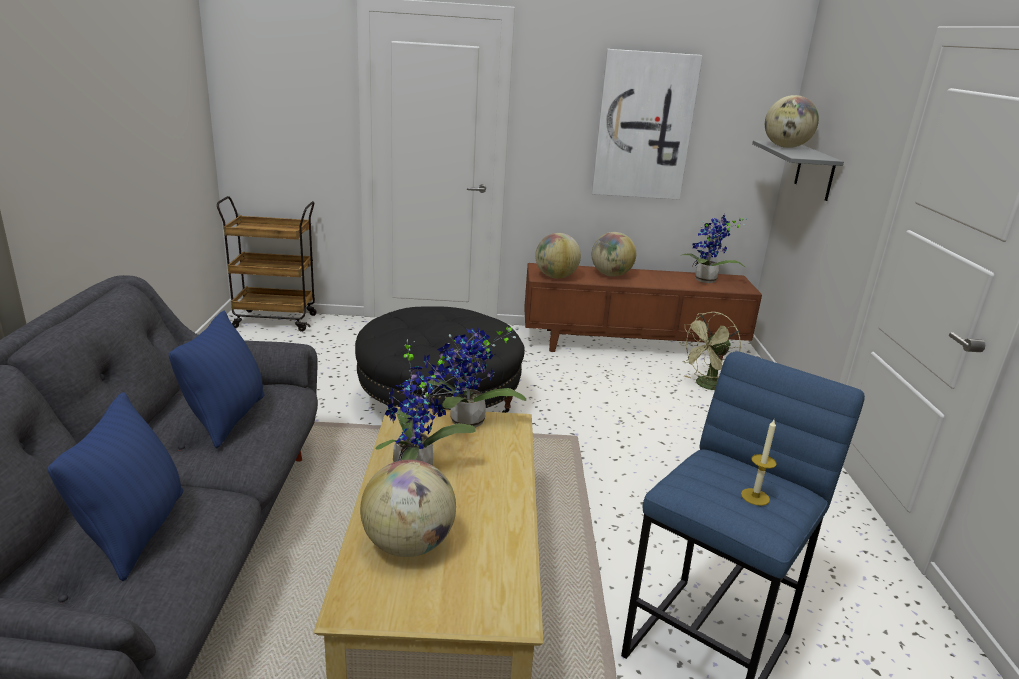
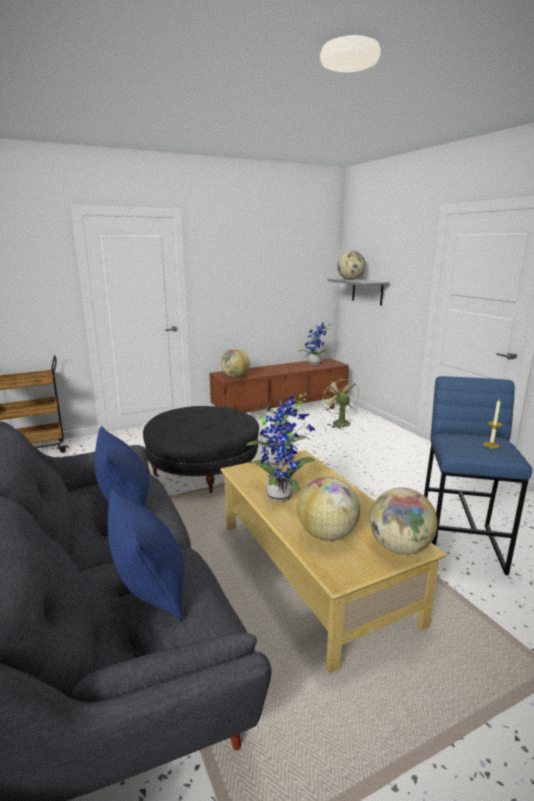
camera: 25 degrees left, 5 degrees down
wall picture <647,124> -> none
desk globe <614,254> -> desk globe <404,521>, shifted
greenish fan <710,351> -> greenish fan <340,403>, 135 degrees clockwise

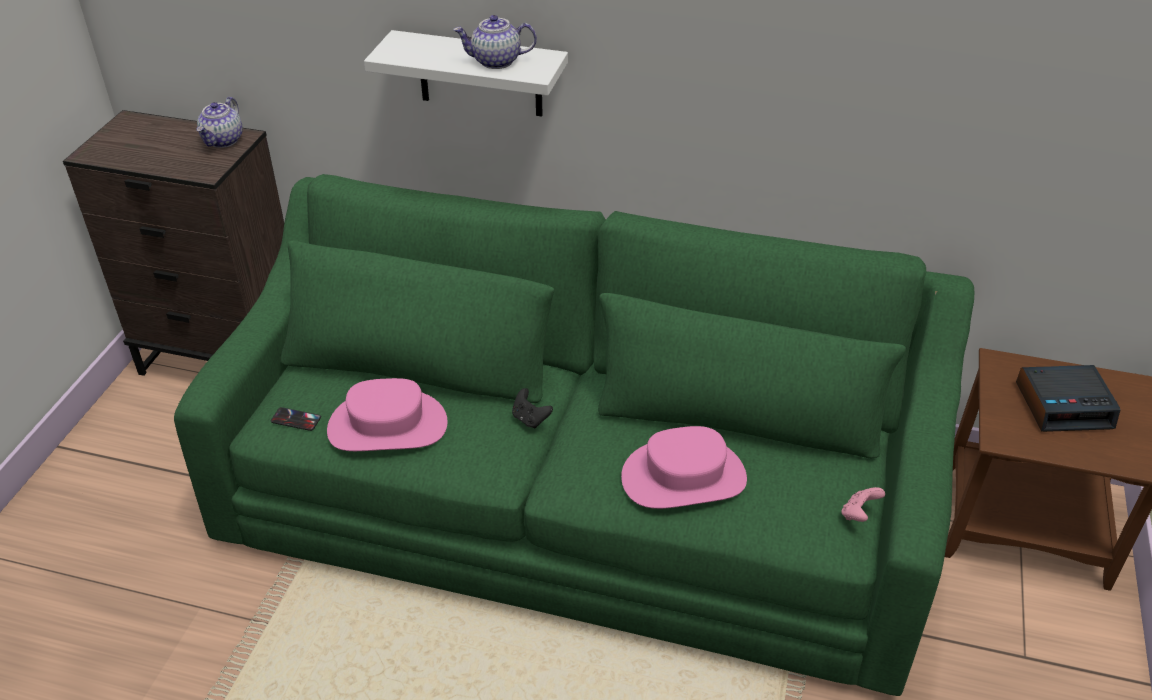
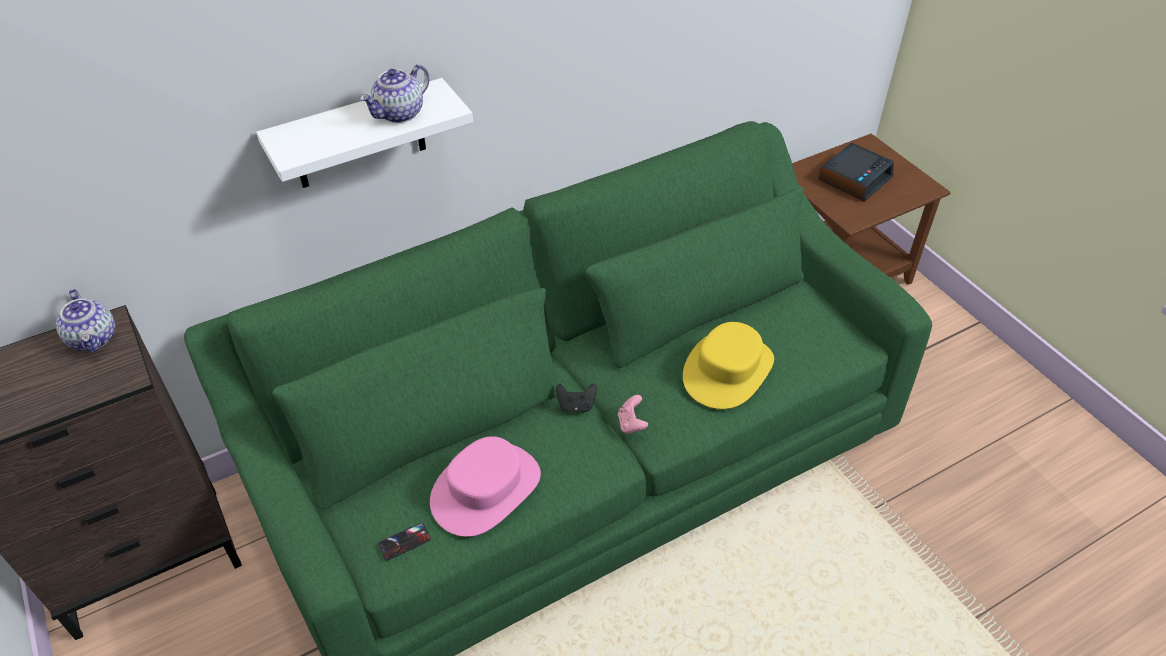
camera: 45 degrees left, 5 degrees up
pink-coloured hat <684,467> -> yellow-coloured hat <728,365>
pink-coloured gamepad <863,504> -> pink-coloured gamepad <633,414>, shifted

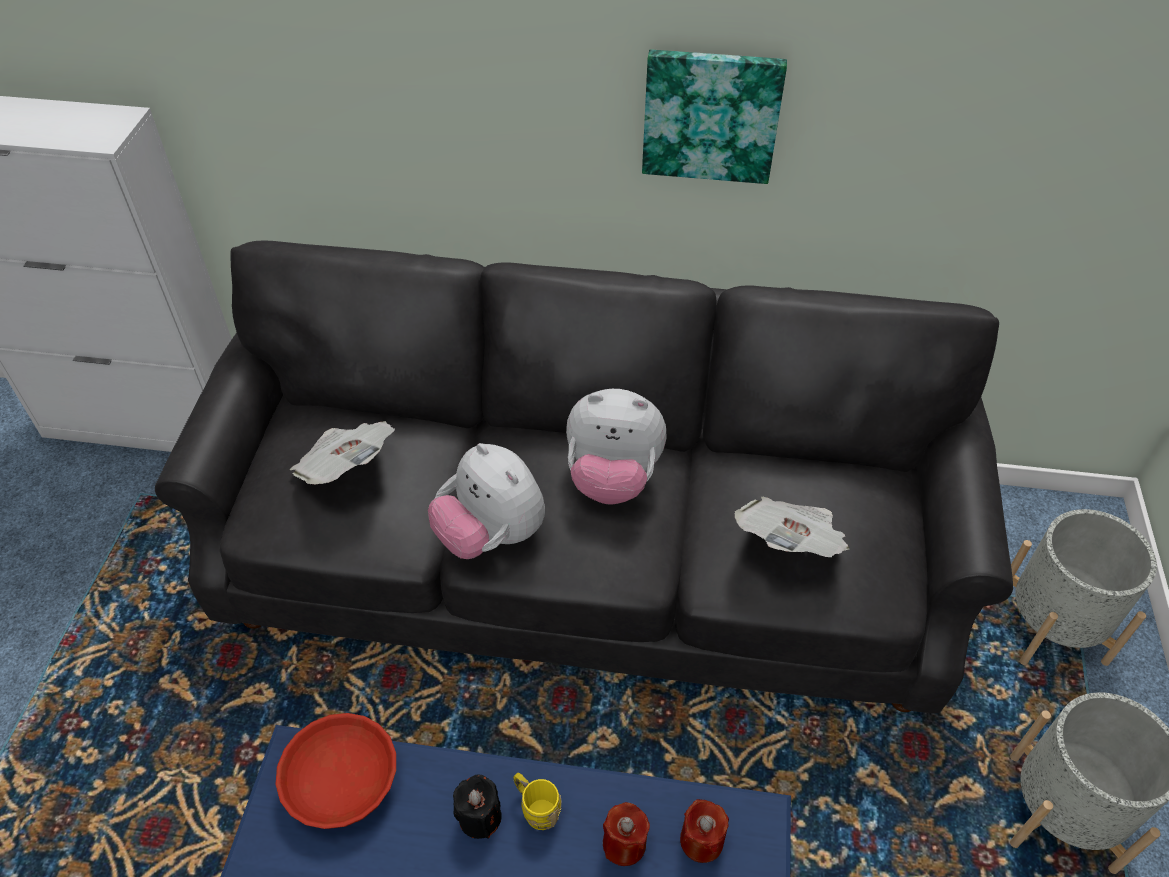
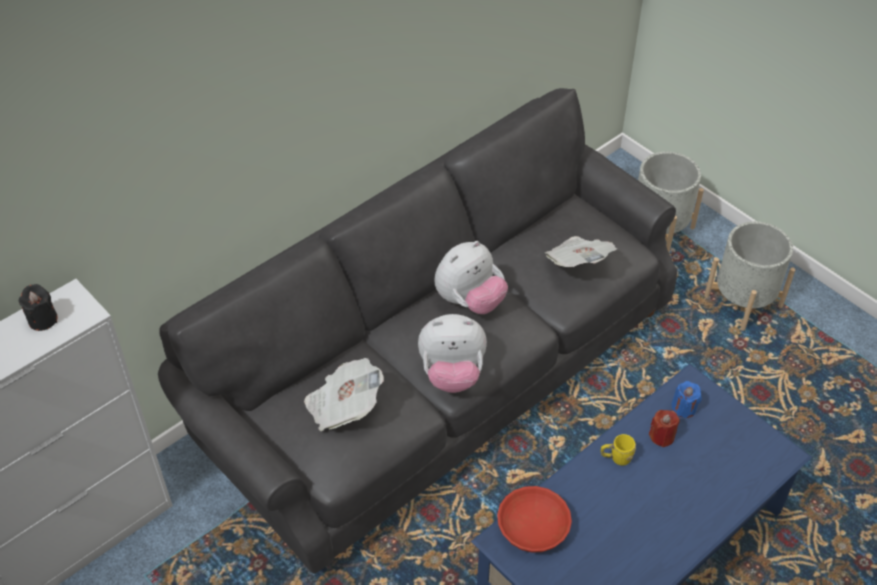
camera: 50 degrees left, 0 degrees up
wall picture <714,117> -> none
black-coloured wax light <477,807> -> black-coloured wax light <38,307>, shifted
red wax light <704,831> -> blue wax light <686,399>

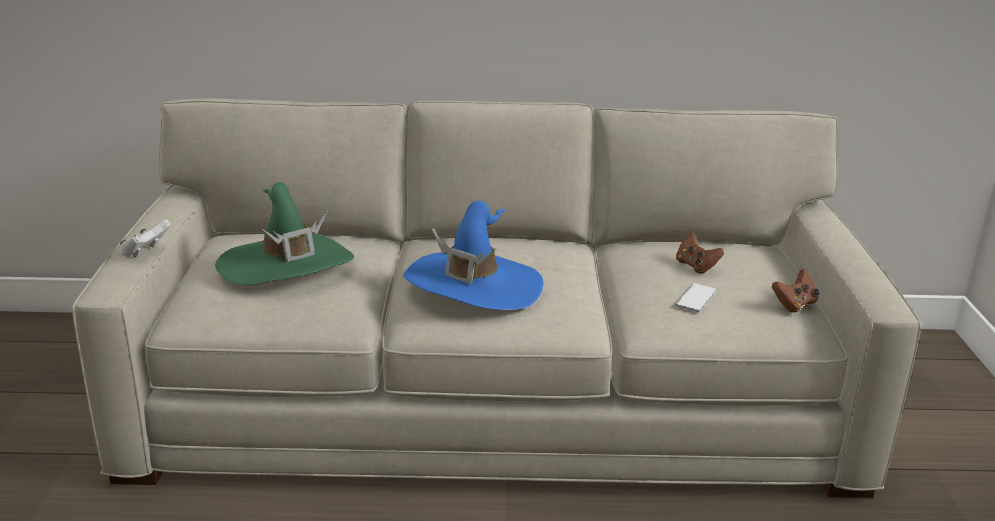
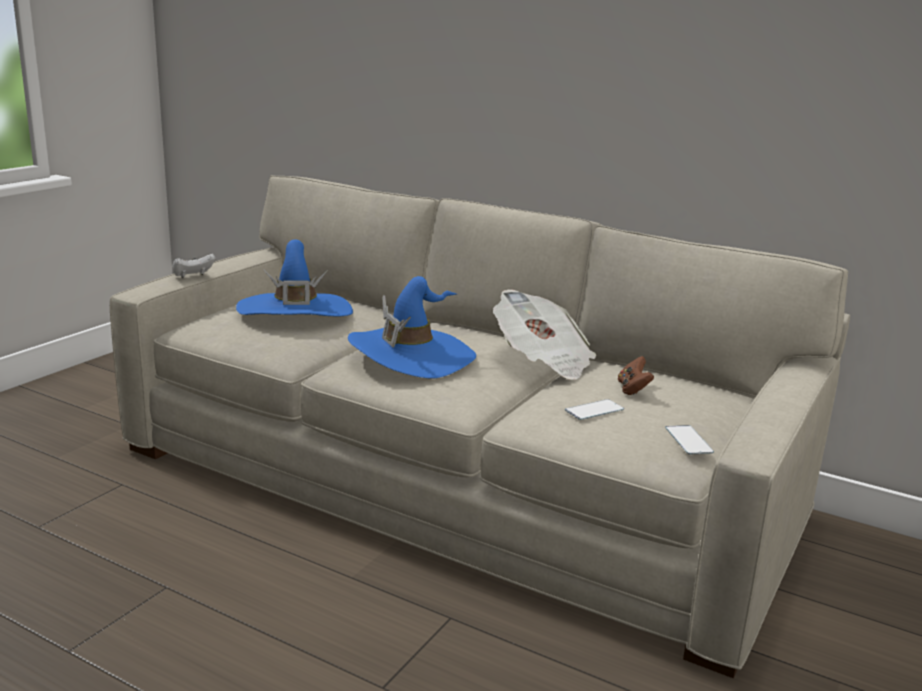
camera: 30 degrees right, 5 degrees down
greenish hat <284,234> -> blue hat <294,277>
brown-coloured gamepad <796,290> -> phone <689,439>
none -> printed paper <544,334>

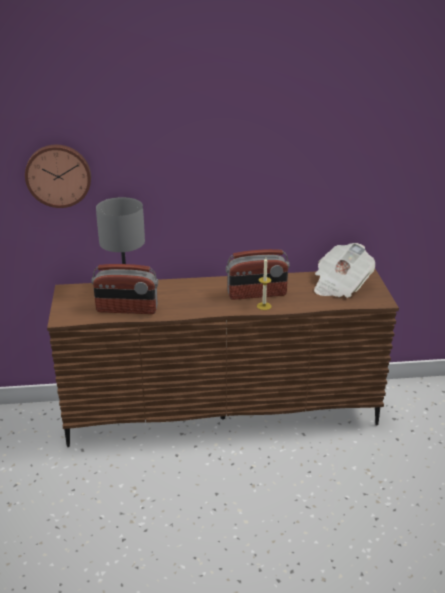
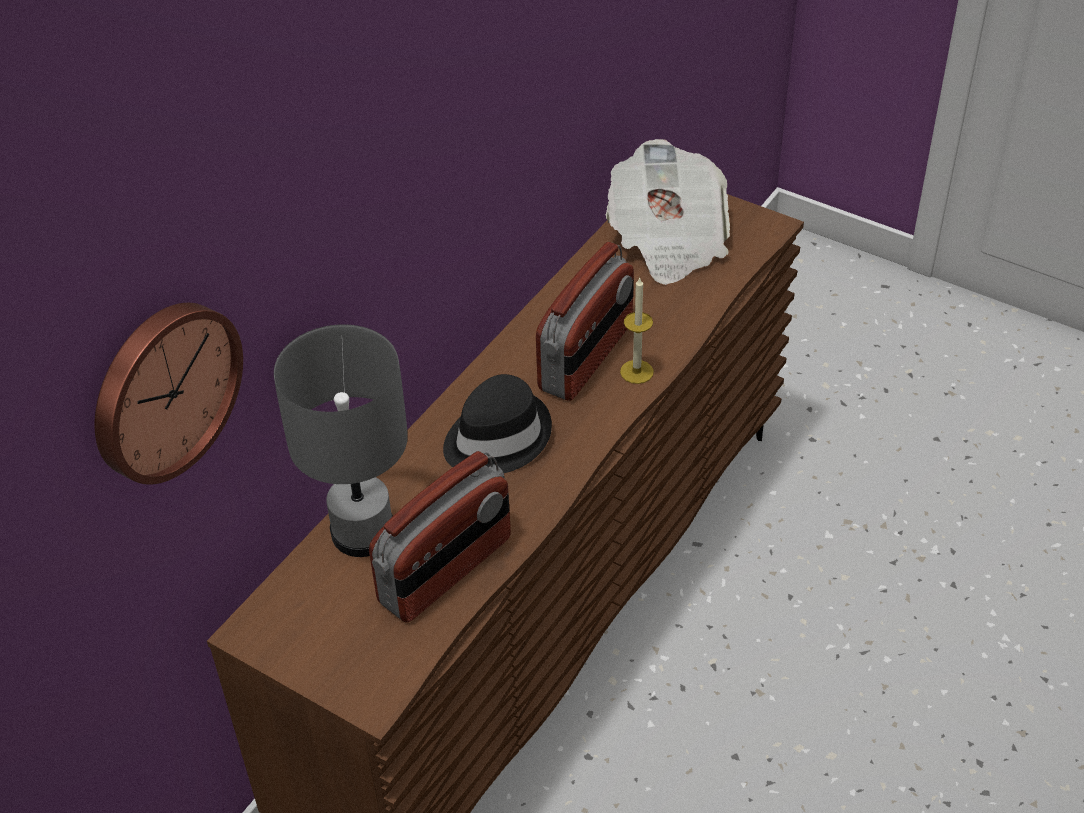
camera: 50 degrees left, 15 degrees up
none -> black-coloured hat <497,423>

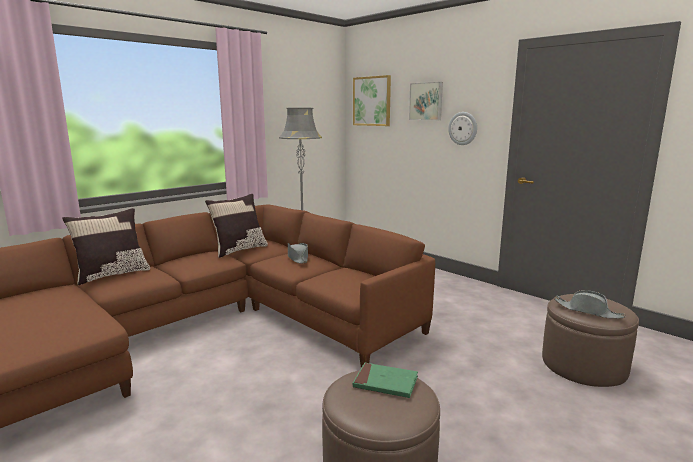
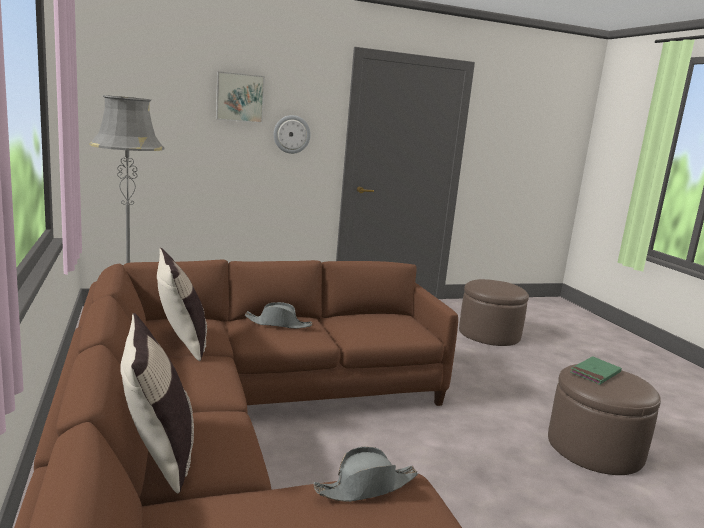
camera: 65 degrees left, 0 degrees up
wall picture <372,100> -> none
greyish hat <590,304> -> greyish hat <366,474>, shifted

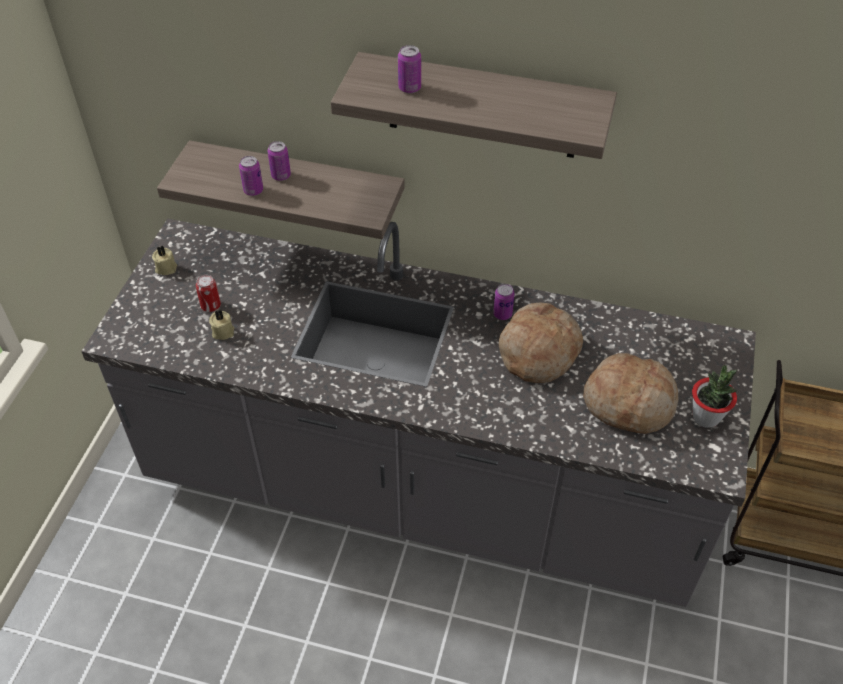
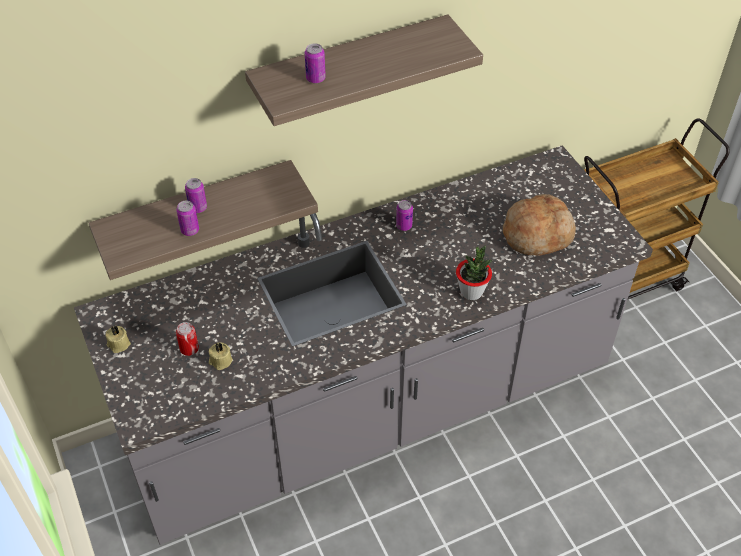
camera: 40 degrees left, 0 degrees up
baked bread <540,342> -> none
plant in a pot <714,396> -> plant in a pot <474,273>, shifted

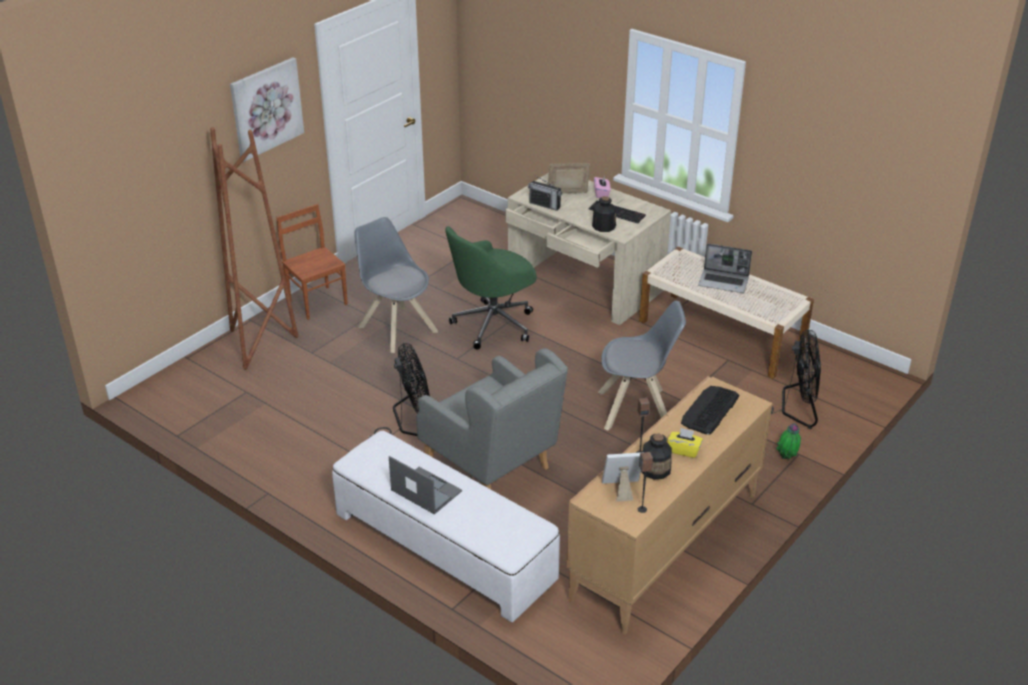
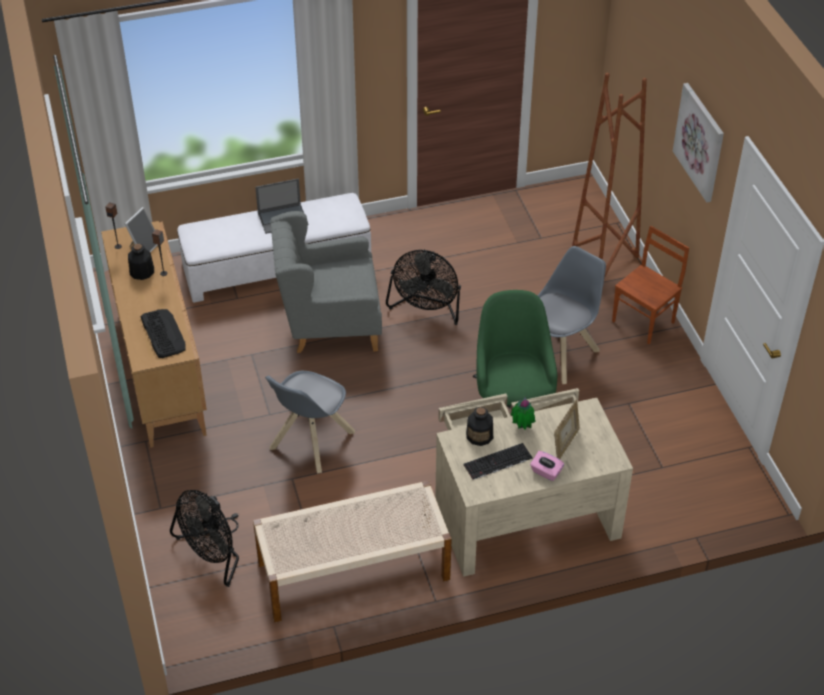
camera: 125 degrees right, 10 degrees up
radio receiver <545,193> -> none
brown-coloured plain chair <312,262> -> brown-coloured plain chair <650,285>, 45 degrees counterclockwise
greyish plain chair <396,285> -> greyish plain chair <571,315>, 45 degrees counterclockwise
portable computer <725,268> -> none
plant in a pot <788,441> -> plant in a pot <523,413>, shifted
yellow-coloured tissue holder <685,443> -> none

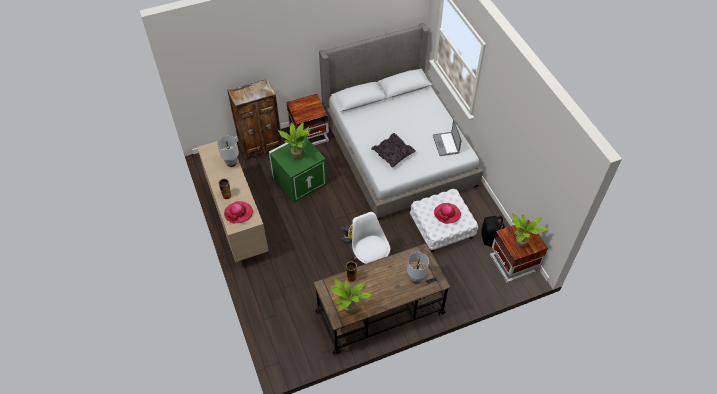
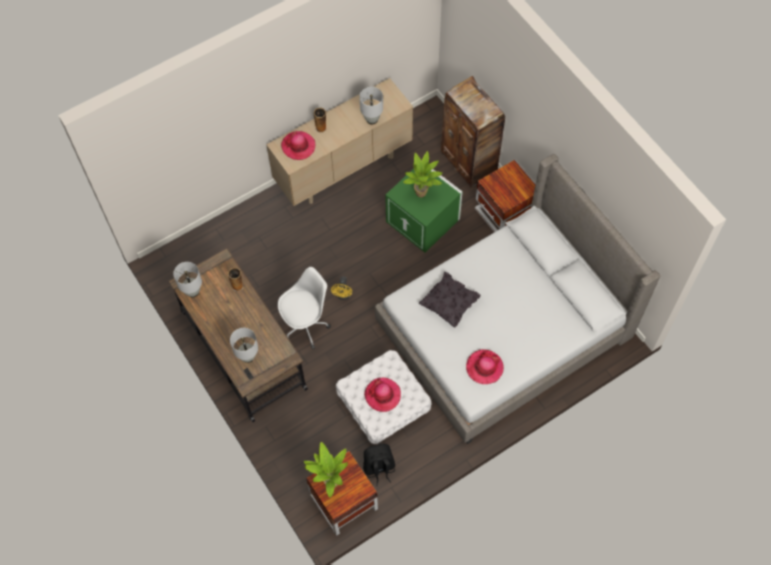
camera: 80 degrees right, 10 degrees up
portable computer <447,137> -> hat <485,366>
plant in a pot <350,296> -> white-coloured tabletop lamp <187,279>

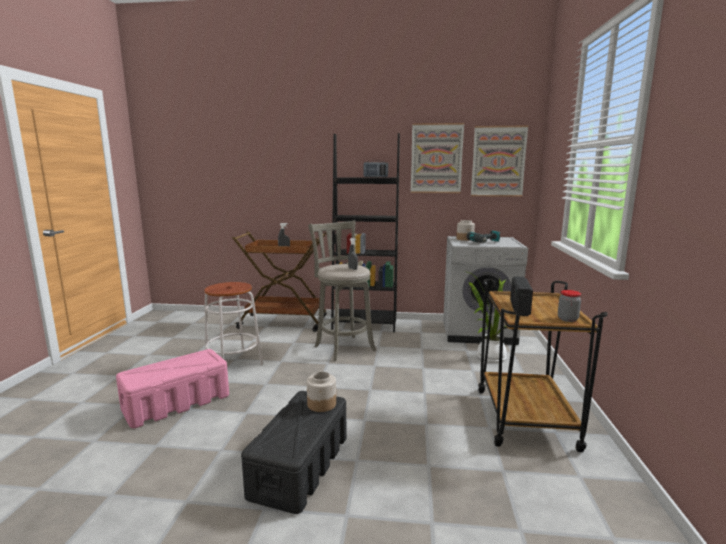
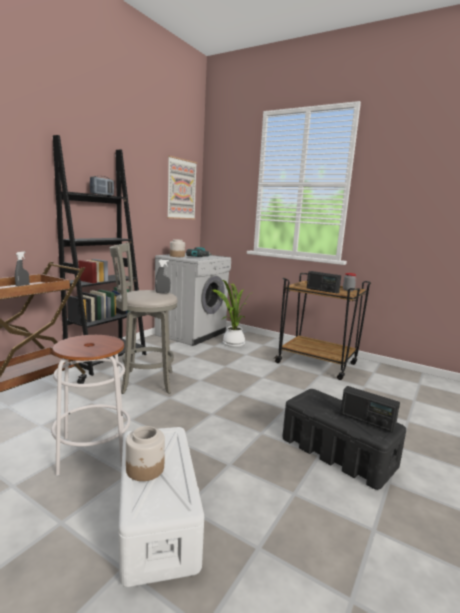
camera: 65 degrees left, 0 degrees up
wall picture <437,158> -> none
pink-coloured storage box <172,388> -> white-coloured storage box <161,507>
storage jar <321,391> -> storage jar <145,453>, shifted
none -> radio receiver <370,409>

